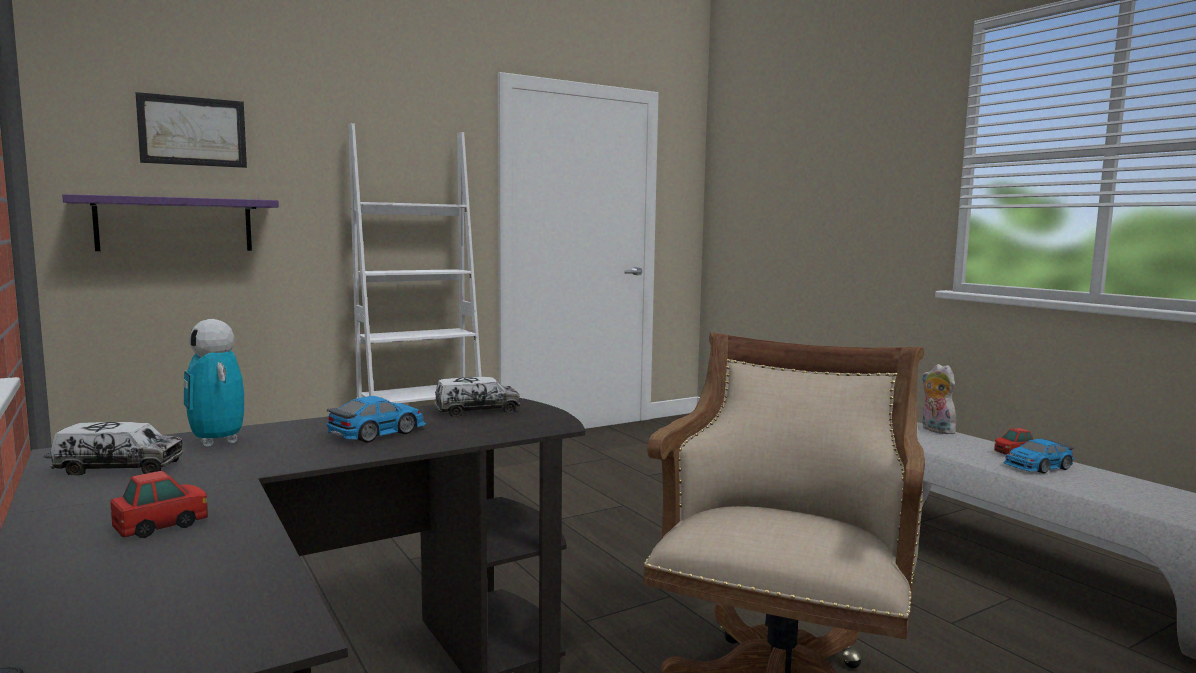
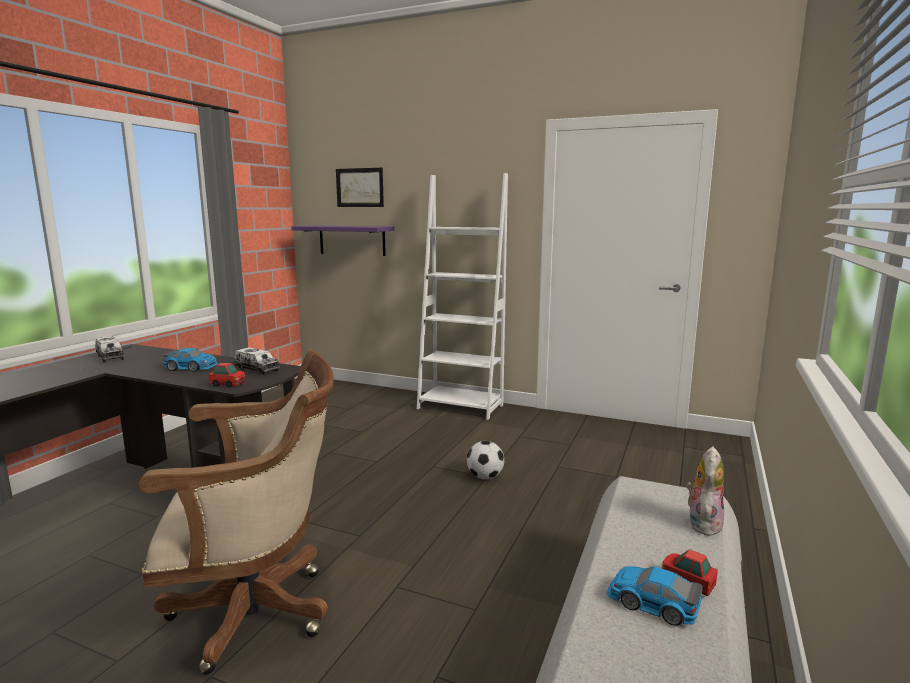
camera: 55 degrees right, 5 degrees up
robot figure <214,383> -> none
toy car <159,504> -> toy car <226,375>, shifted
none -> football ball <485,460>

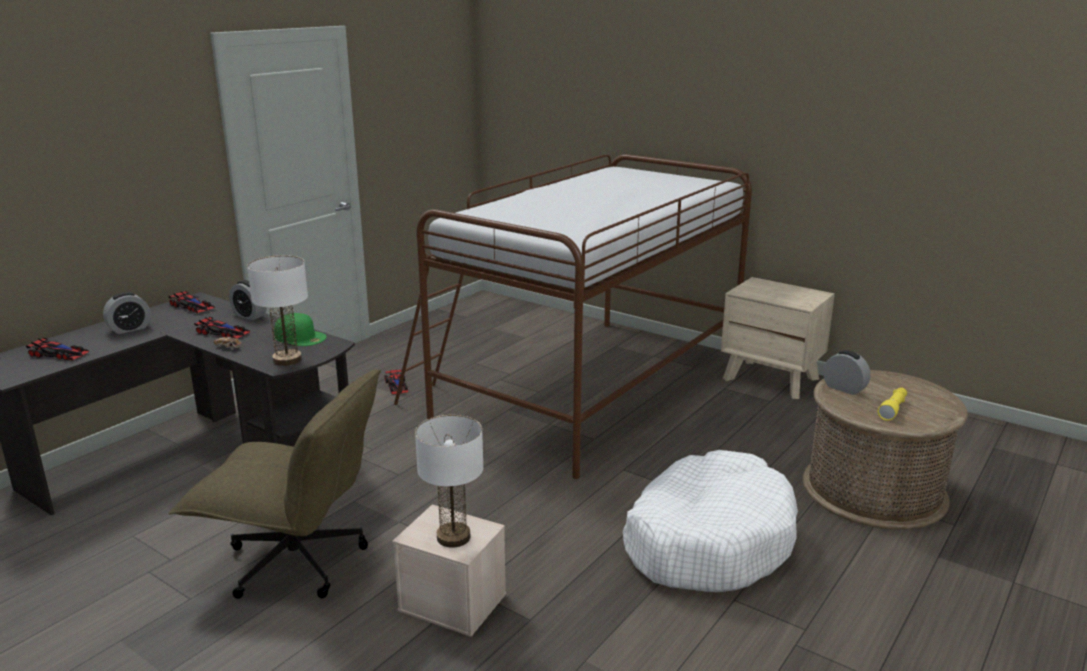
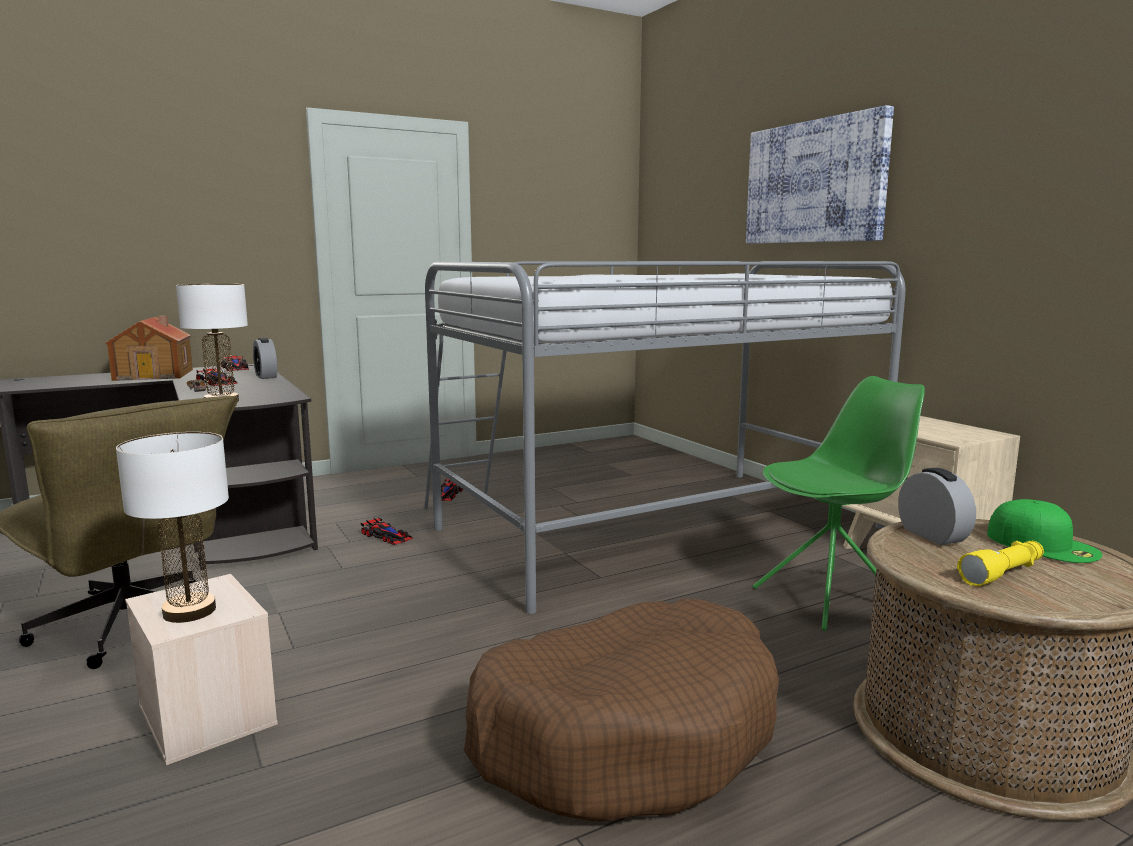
camera: 25 degrees right, 10 degrees down
brown-coloured bed <573,316> -> greyish bed <665,437>
alarm clock <127,313> -> model house <149,348>
greenish peaked cap <300,329> -> greenish peaked cap <1044,531>, shifted
toy car <57,348> -> toy car <387,531>, shifted
white-coloured dog bed <710,521> -> brown-coloured dog bed <621,710>
none -> wall picture <820,174>
none -> greenish plain chair <839,503>

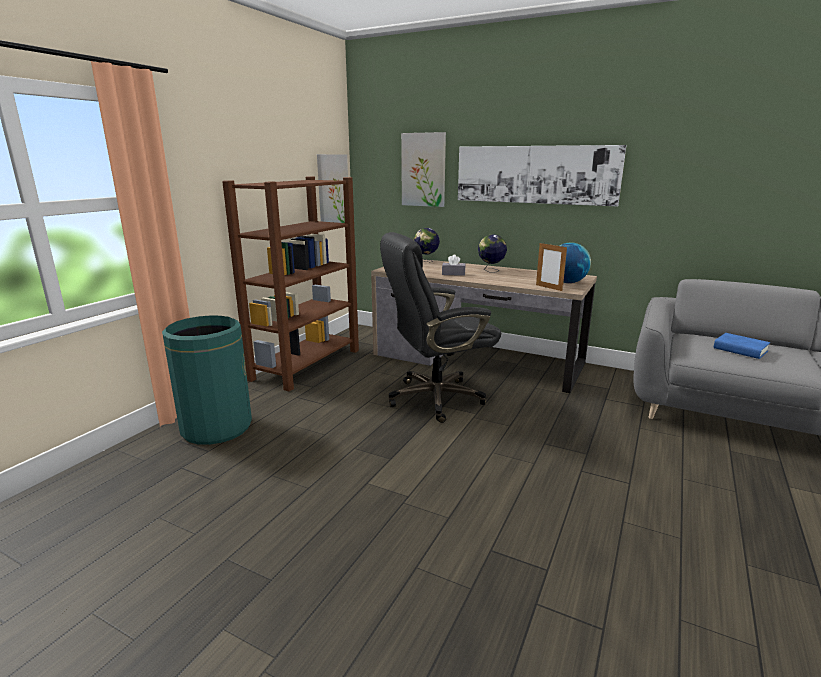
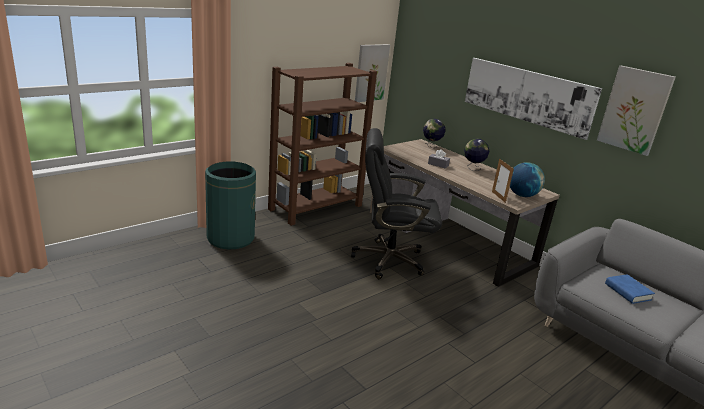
camera: 20 degrees right, 5 degrees up
wall picture <423,169> -> wall picture <636,111>, shifted

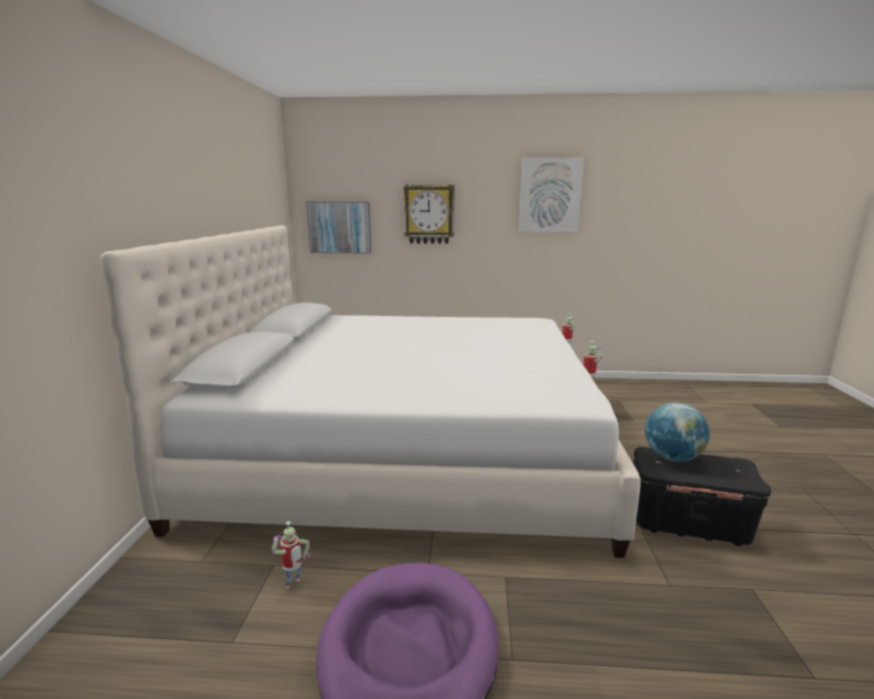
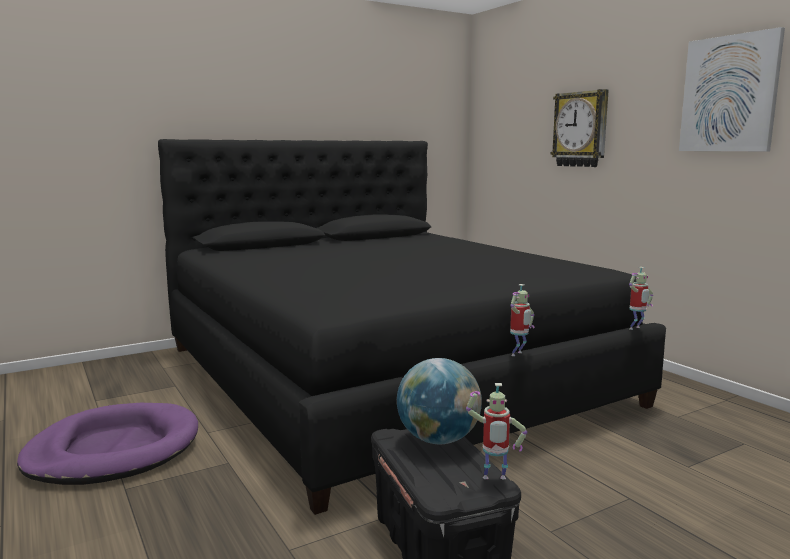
camera: 55 degrees right, 5 degrees down
wall picture <338,227> -> none
white-coloured bed <370,391> -> black-coloured bed <412,327>
robot figure <291,555> -> robot figure <496,431>, shifted

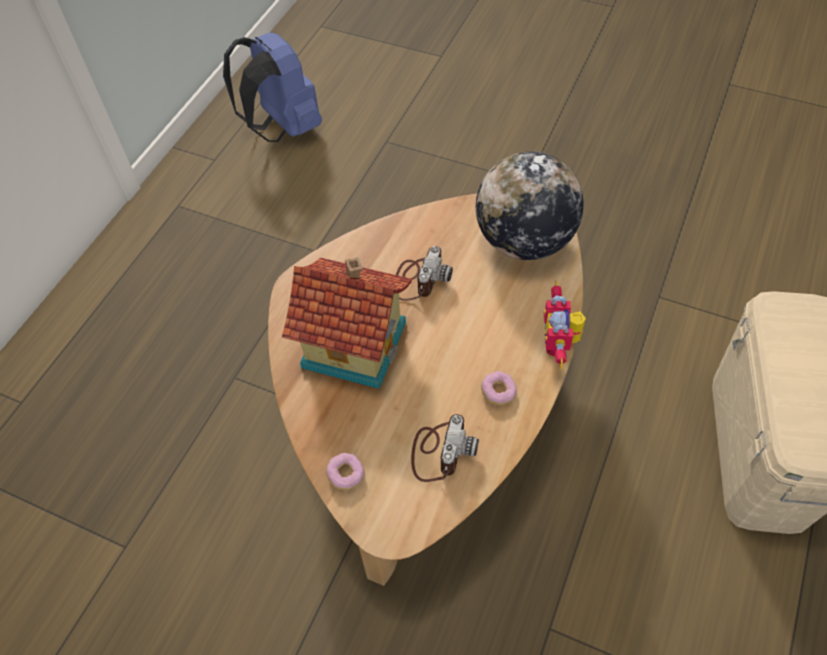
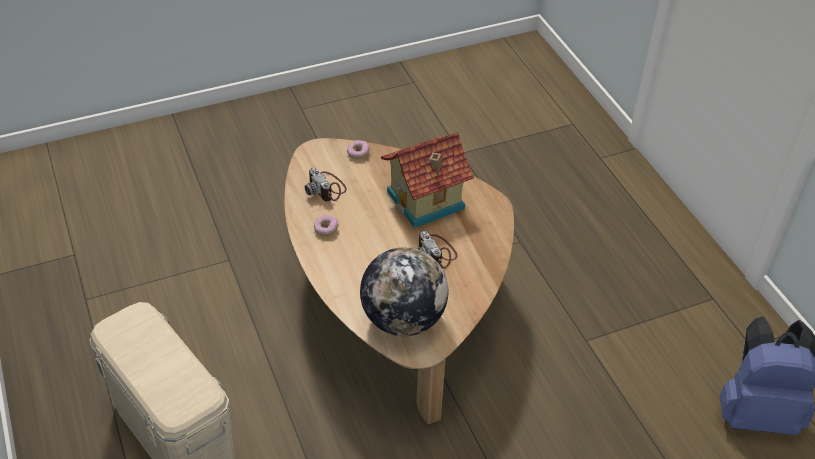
camera: 130 degrees right, 10 degrees down
robot figure <565,325> -> none

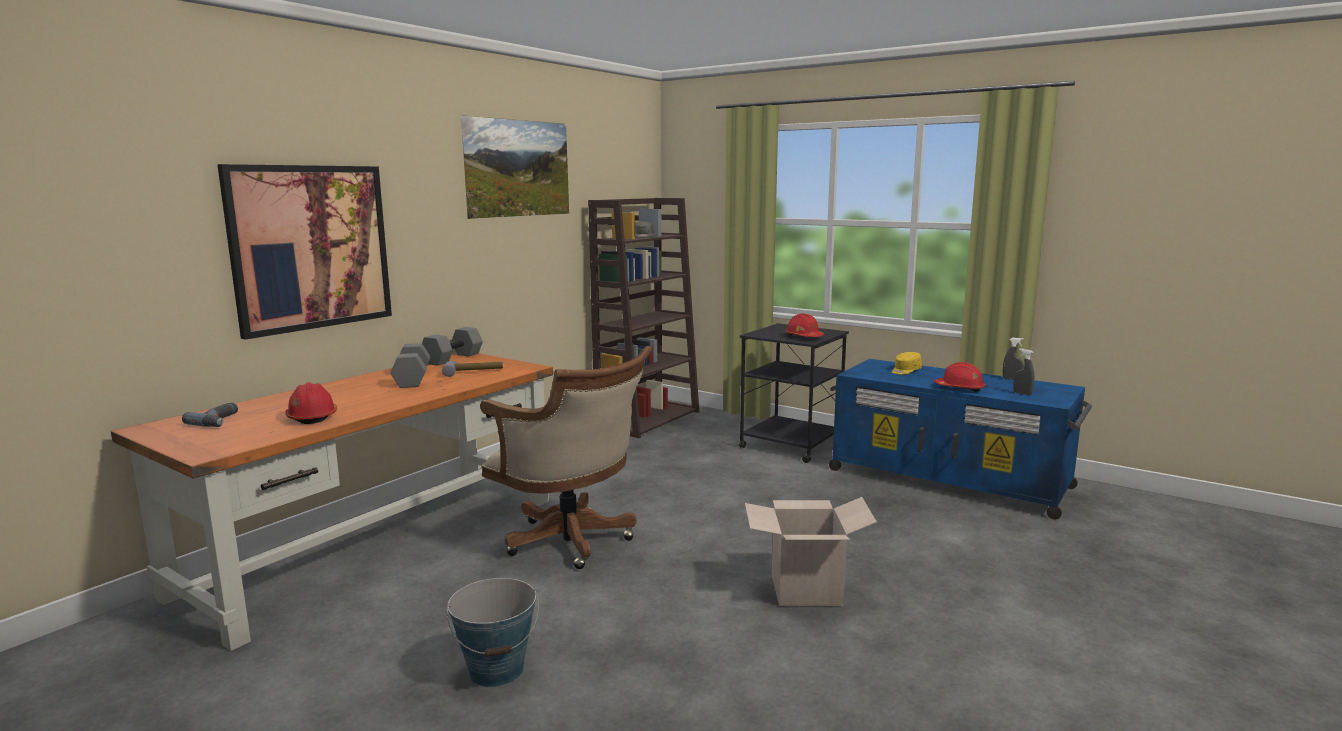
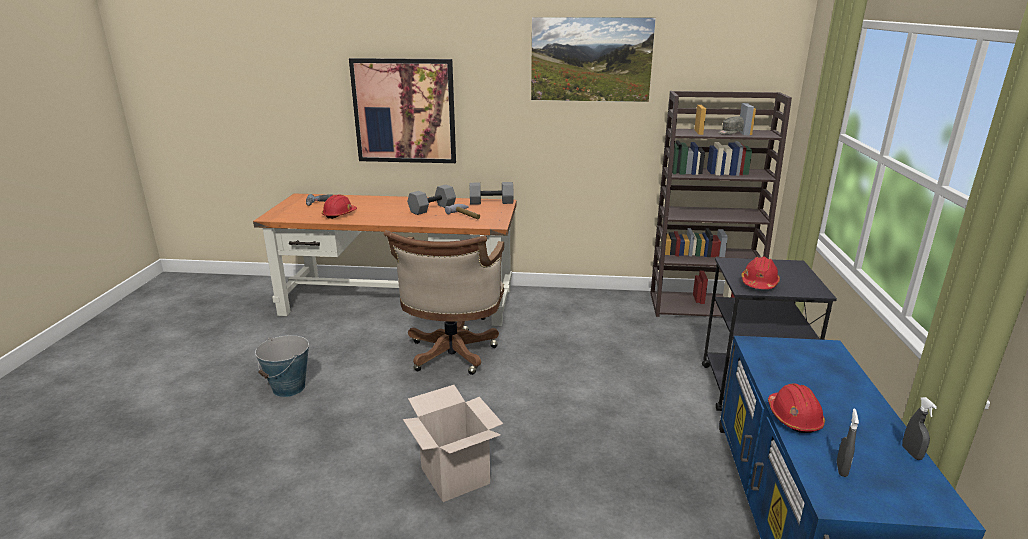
camera: 60 degrees right, 10 degrees up
yellow-coloured peaked cap <907,363> -> none

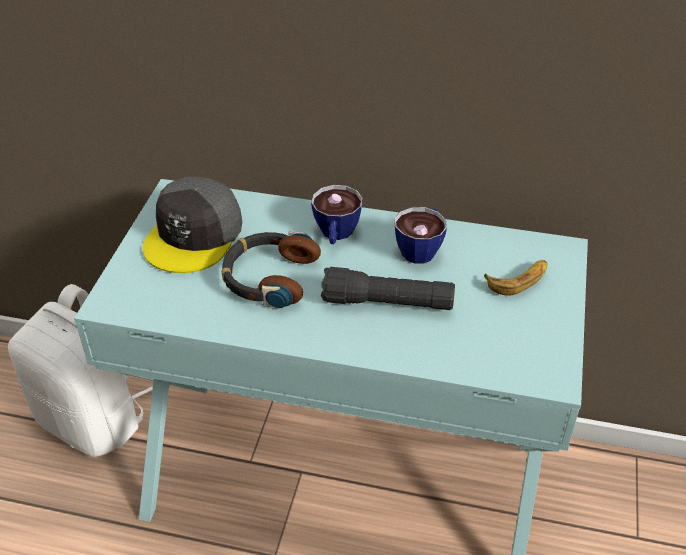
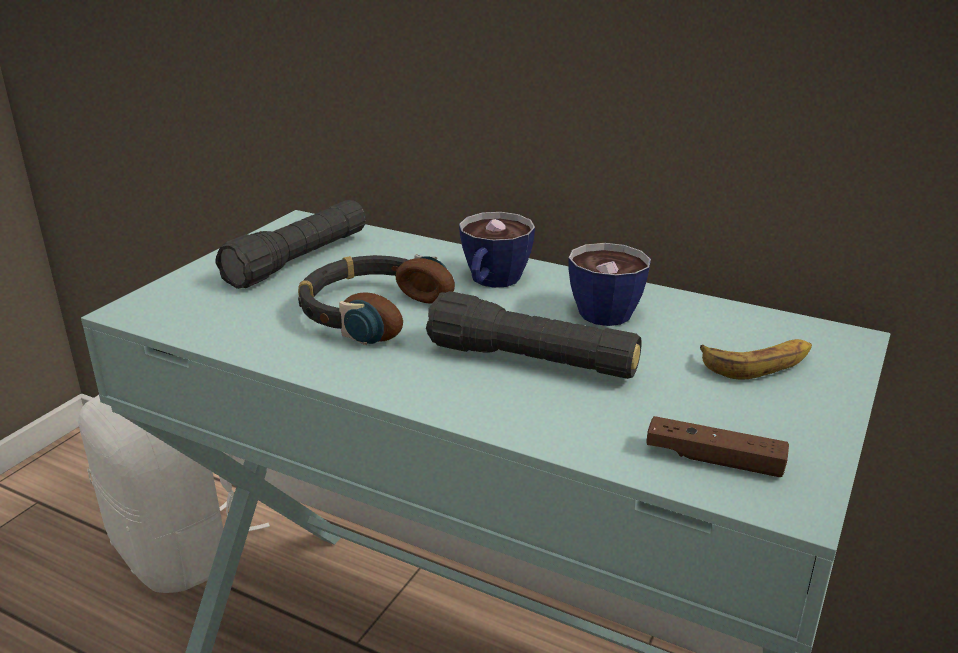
camera: 15 degrees right, 15 degrees down
greyish peaked cap <192,225> -> black-coloured hand torch <290,244>
none -> brown-coloured gamepad <717,446>

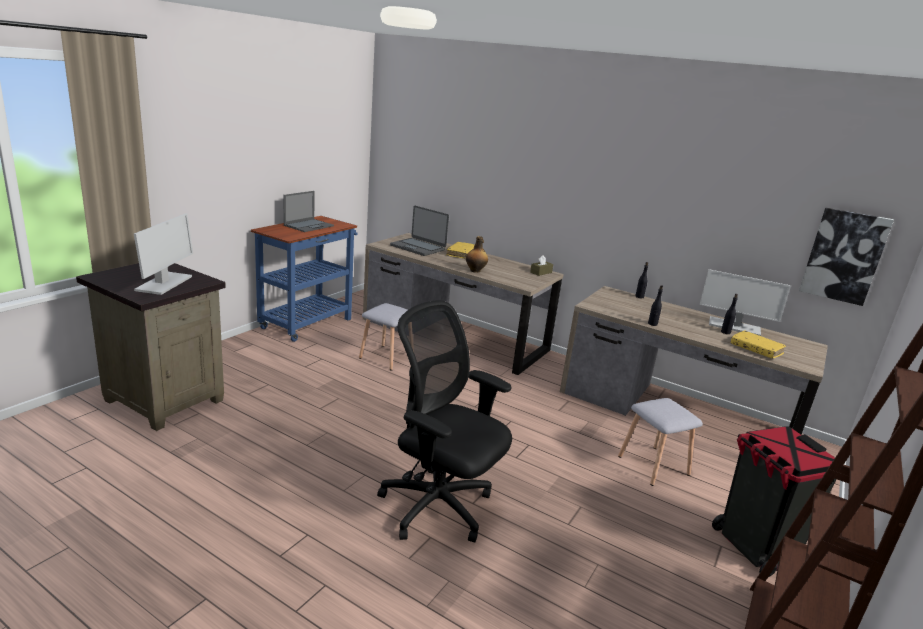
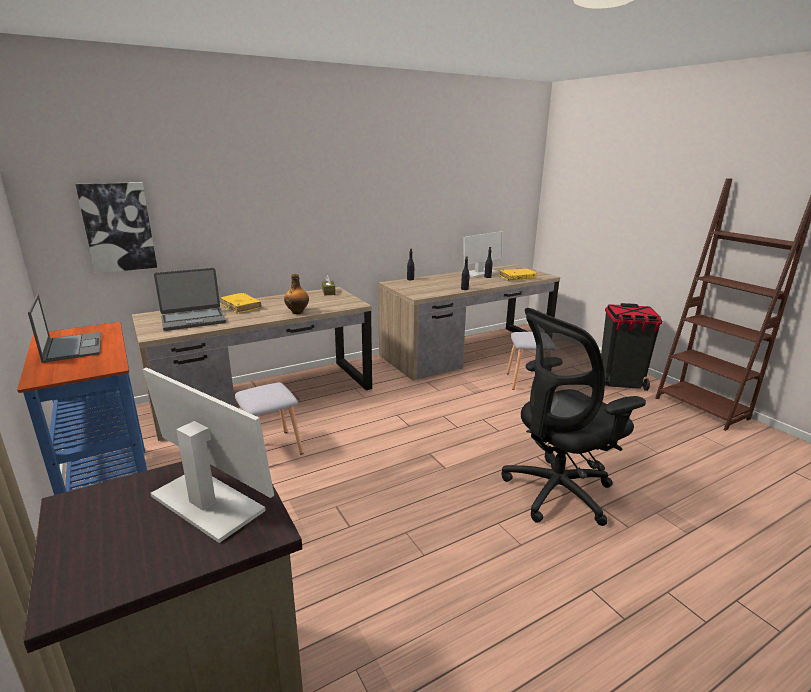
camera: 60 degrees left, 0 degrees up
wall picture <846,257> -> wall picture <116,228>, shifted

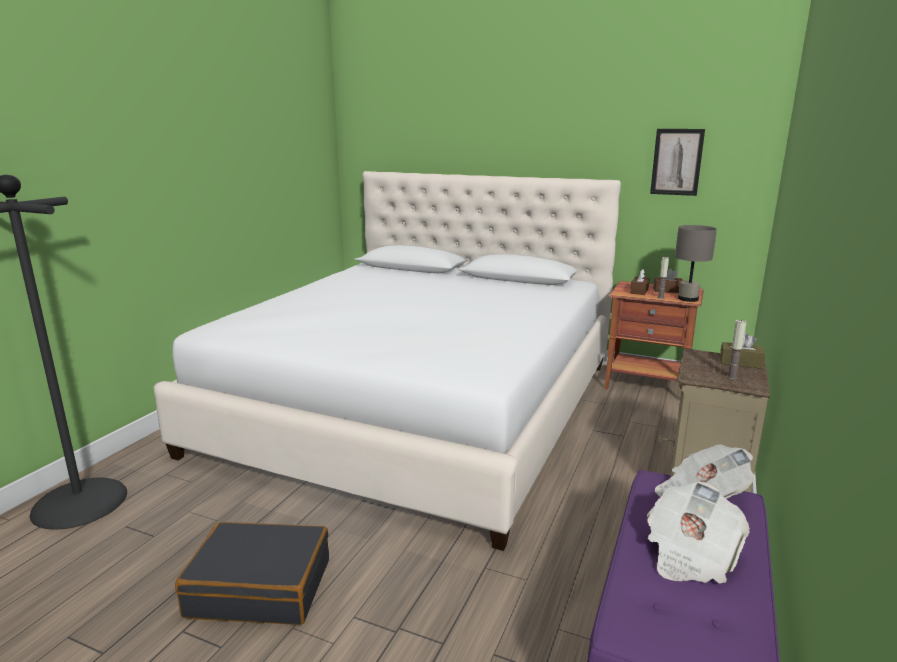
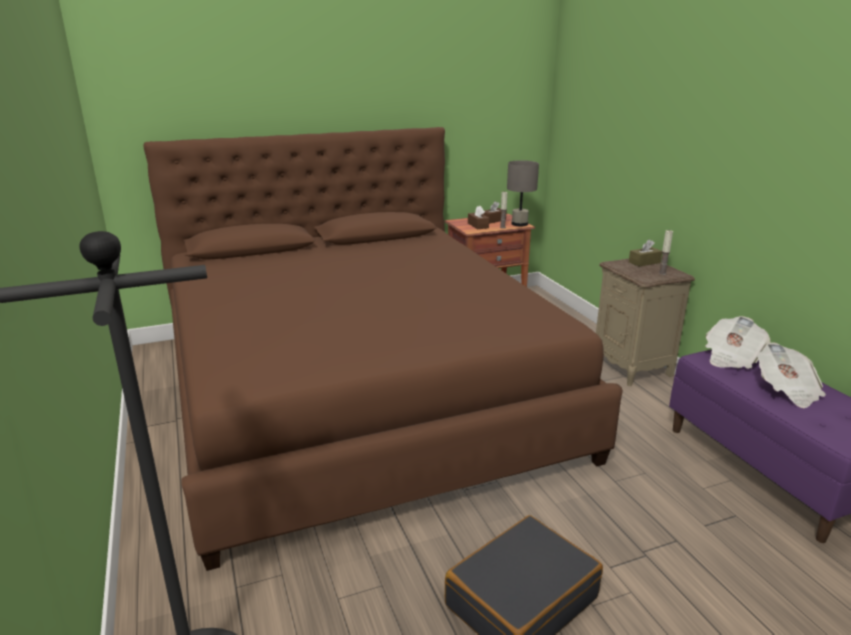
camera: 45 degrees left, 5 degrees up
wall picture <677,162> -> none
white-coloured bed <387,361> -> brown-coloured bed <383,349>

